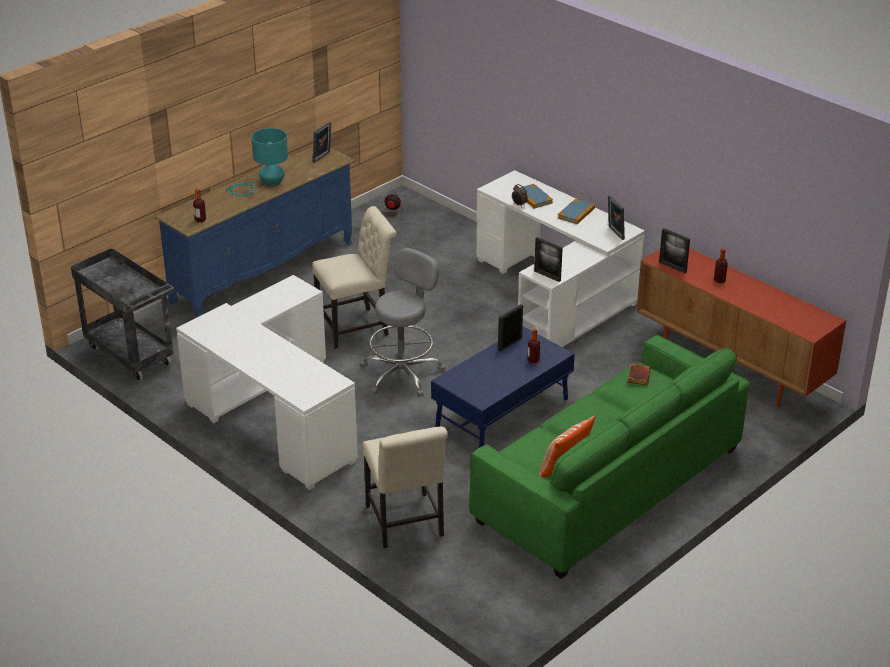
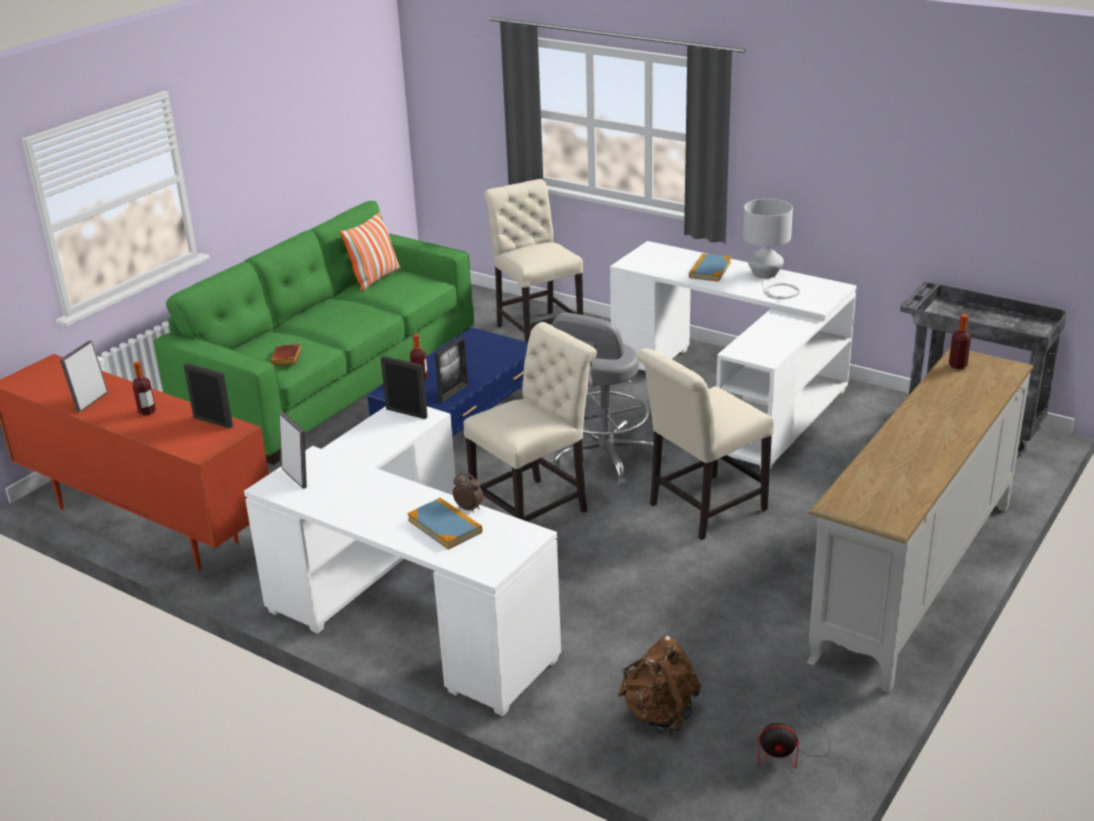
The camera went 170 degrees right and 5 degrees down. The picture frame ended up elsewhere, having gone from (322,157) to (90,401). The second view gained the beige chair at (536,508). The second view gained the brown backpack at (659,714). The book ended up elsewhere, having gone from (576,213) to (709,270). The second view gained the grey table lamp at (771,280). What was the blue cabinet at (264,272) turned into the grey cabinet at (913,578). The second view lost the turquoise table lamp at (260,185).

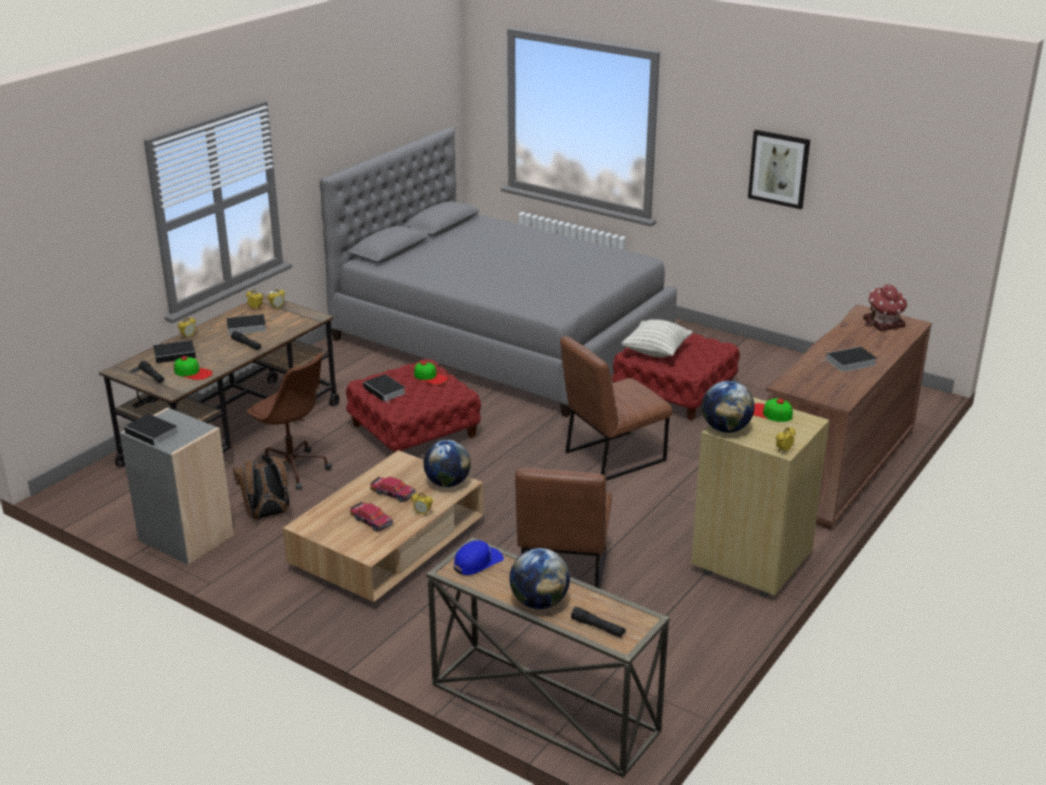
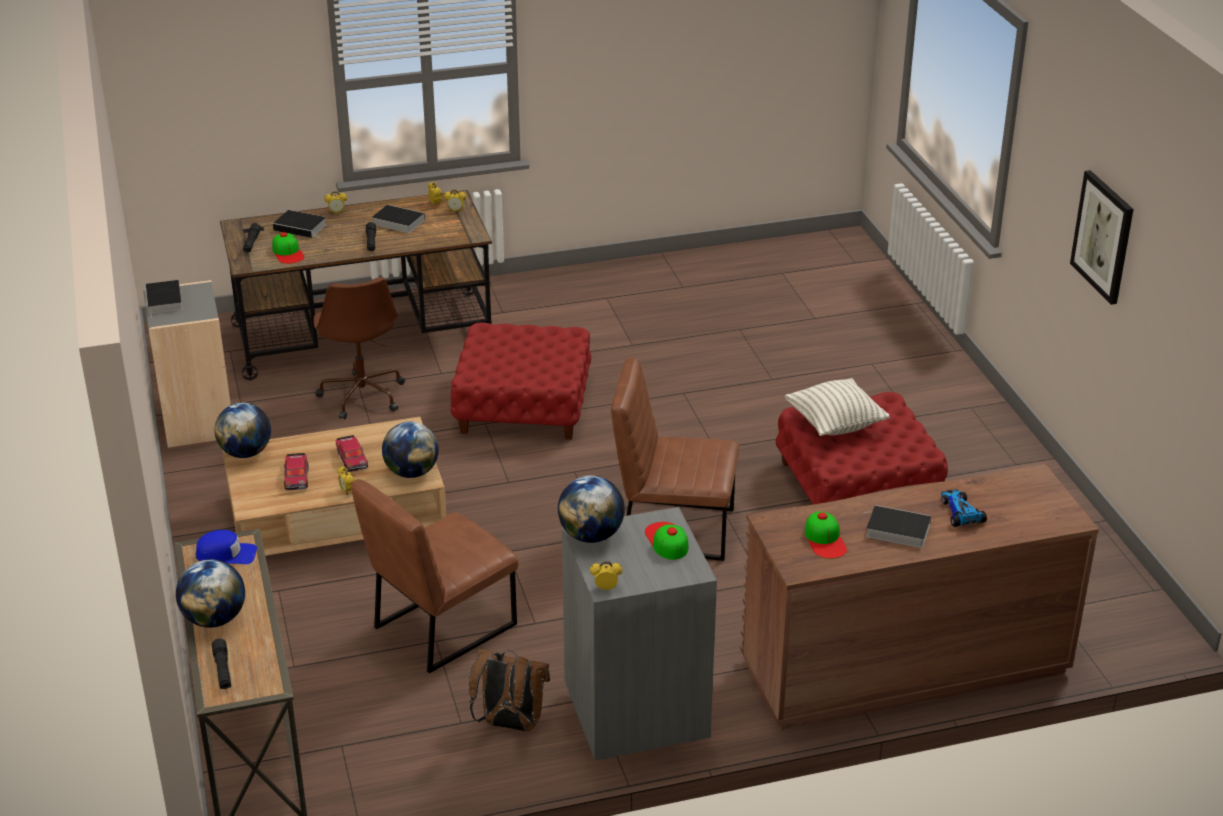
The camera went 40 degrees right and 5 degrees up. The second view gained the globe at (246,452). The brown backpack ended up elsewhere, having gone from (267,514) to (509,724). What was the brown dresser at (750,564) turned into the grey dresser at (635,717). The cap ended up elsewhere, having gone from (430,377) to (825,540). The second view gained the toy car at (960,512). The second view lost the grey bed at (501,338). The second view lost the book at (385,391). The second view lost the toy house at (884,323).

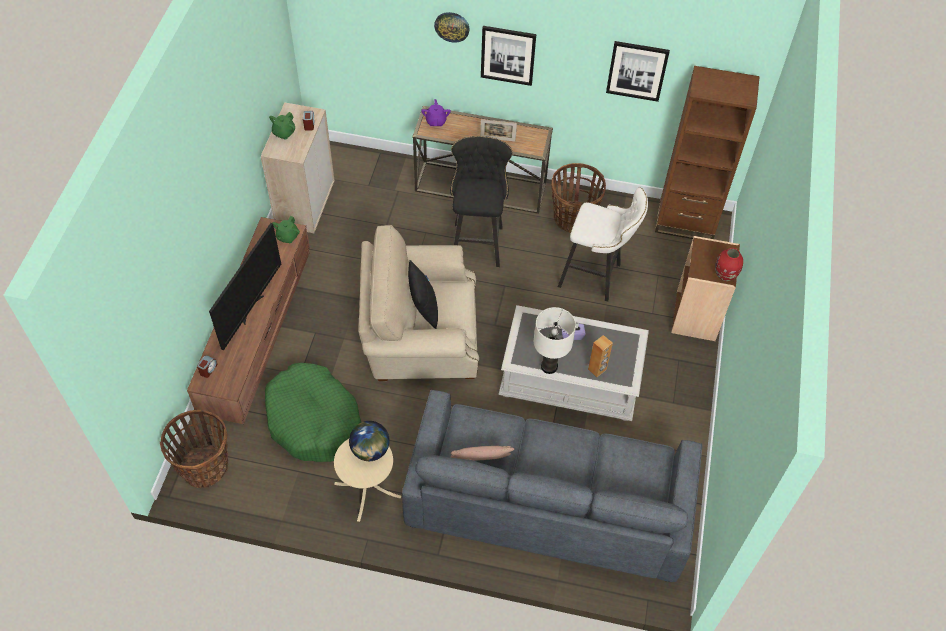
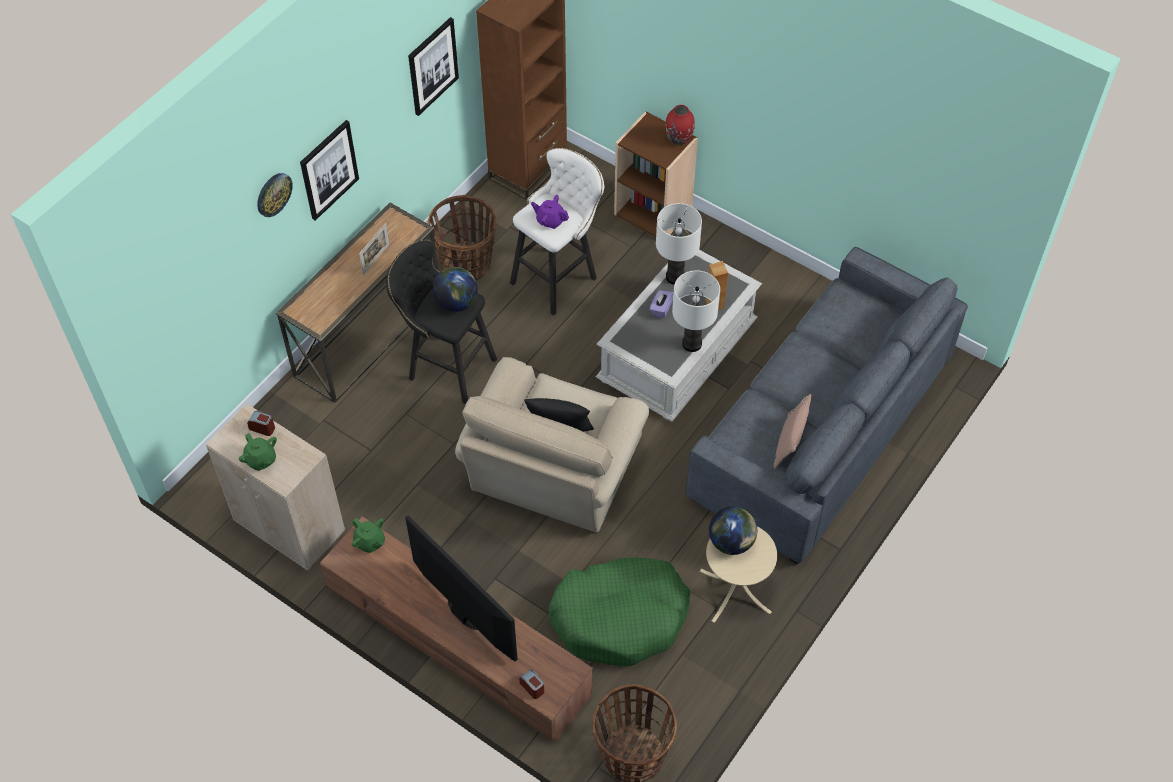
The camera went 65 degrees left and 0 degrees up. The second view gained the globe at (456,302). The purple teapot ended up elsewhere, having gone from (436,121) to (550,220). The second view gained the white table lamp at (675,277).

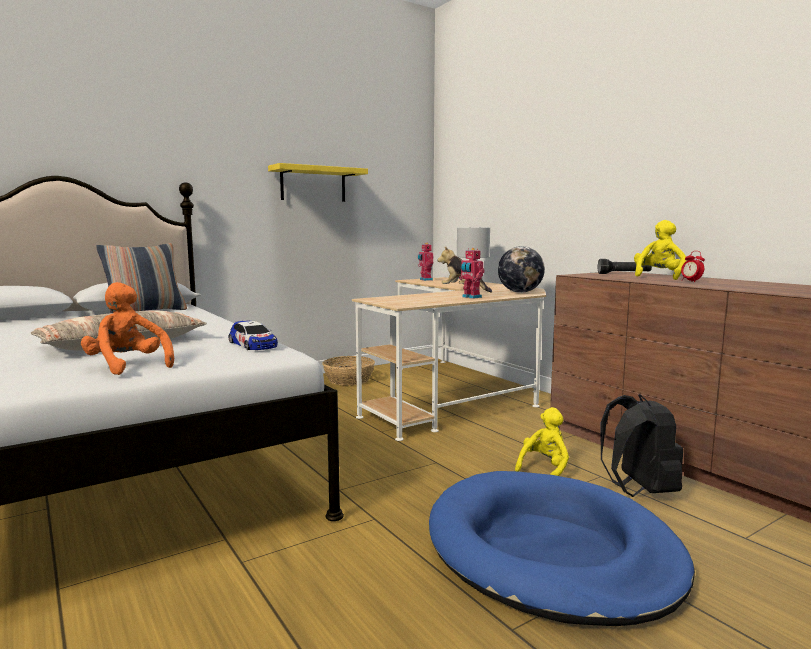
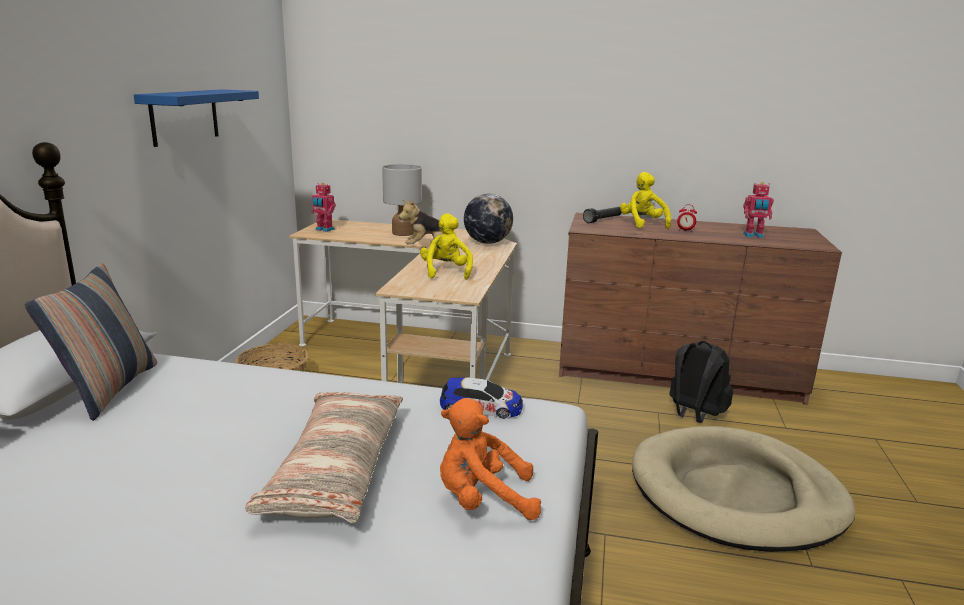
The camera went 45 degrees left and 10 degrees up. What was the yellow shelf at (313,184) turned into the blue shelf at (184,116). The yellow plush toy ended up elsewhere, having gone from (544,469) to (446,272). What was the blue dog bed at (551,551) turned into the beige dog bed at (736,494). The toy robot ended up elsewhere, having gone from (471,297) to (753,236).

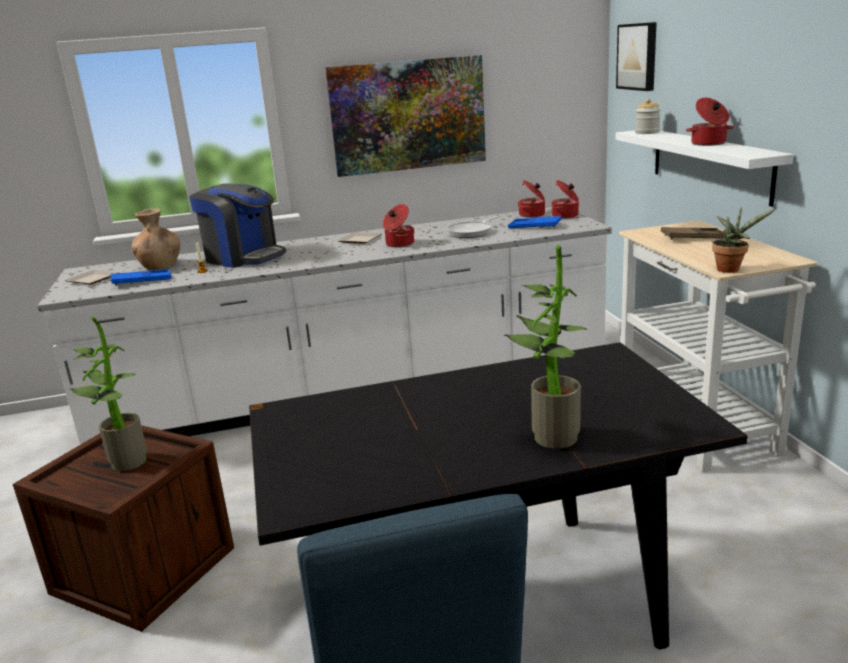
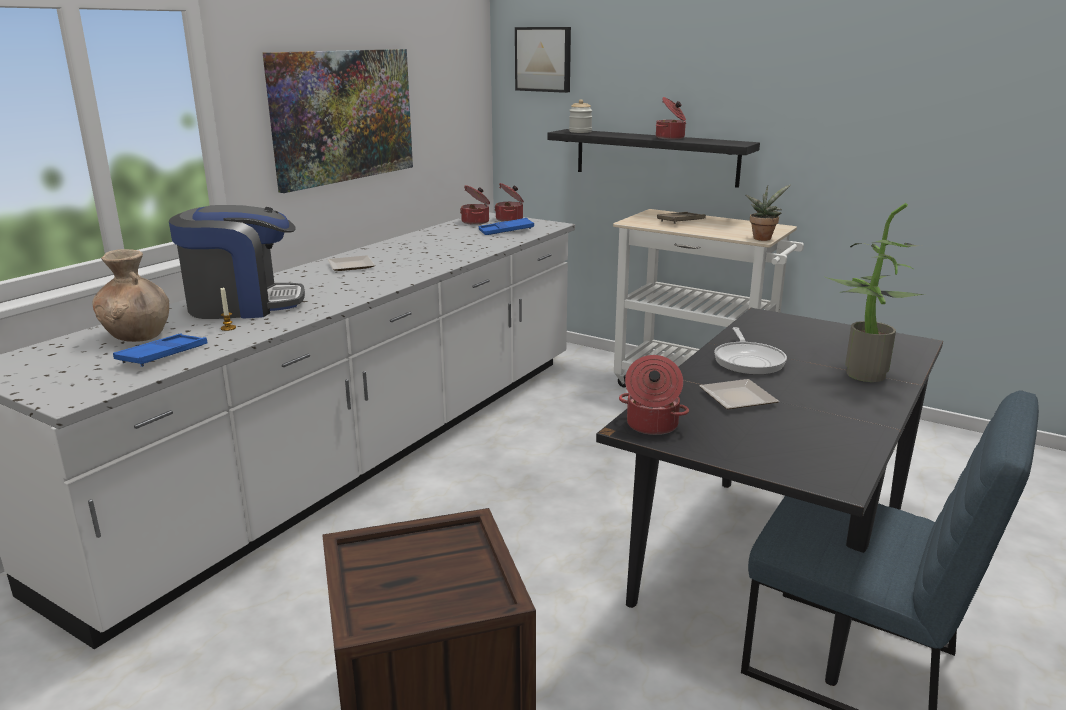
The camera went 45 degrees left and 0 degrees up. What was the white shelf at (709,164) turned into the black shelf at (655,157). The cooking pot ended up elsewhere, having gone from (399,244) to (651,425). The plate ended up elsewhere, having gone from (93,280) to (740,399). The frying pan ended up elsewhere, having gone from (471,232) to (748,361). The second view lost the potted plant at (123,461).

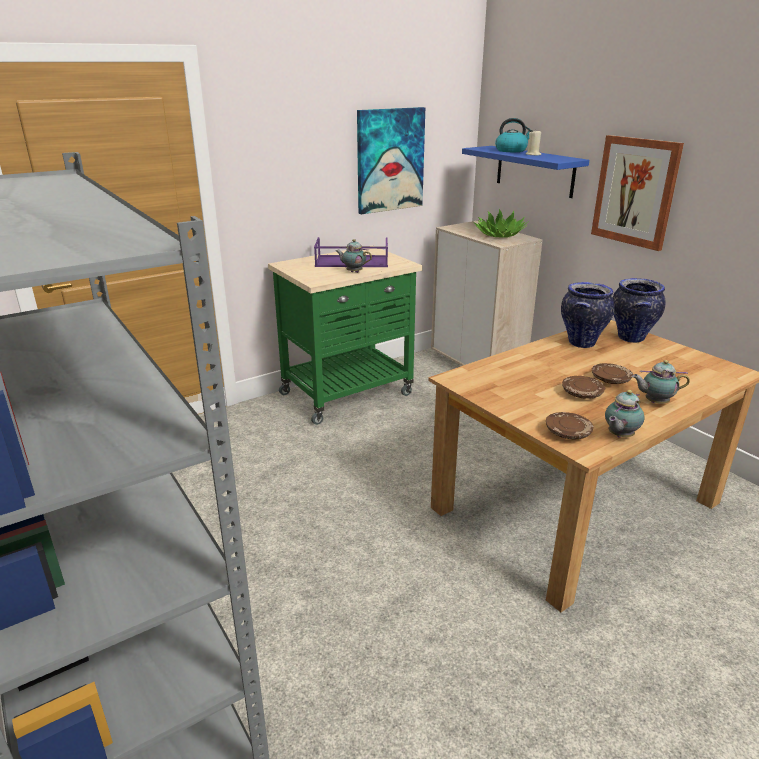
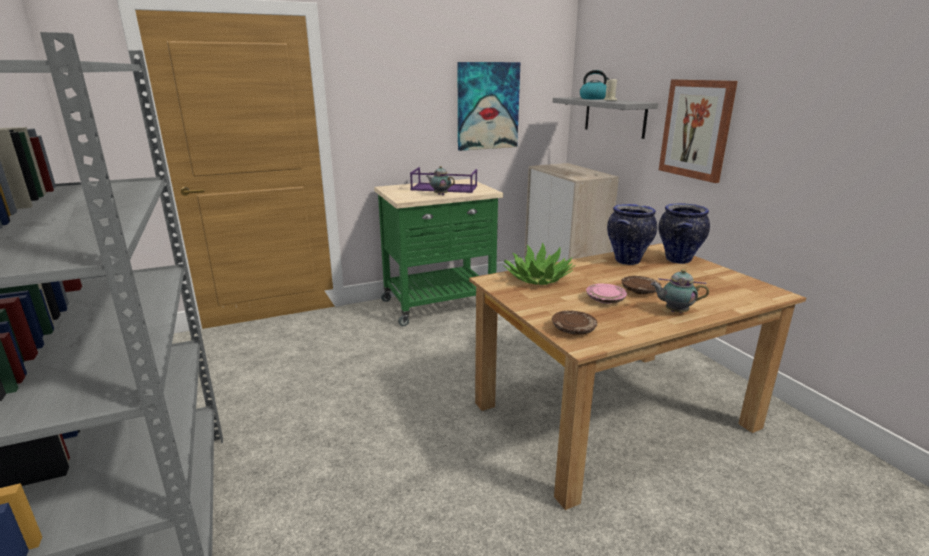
The camera went 10 degrees right and 5 degrees down. The potted plant ended up elsewhere, having gone from (499,235) to (537,278). What was the blue shelf at (534,171) turned into the grey shelf at (614,116). What was the brown plate at (582,393) turned into the pink plate at (605,299). The second view lost the teapot at (619,436).

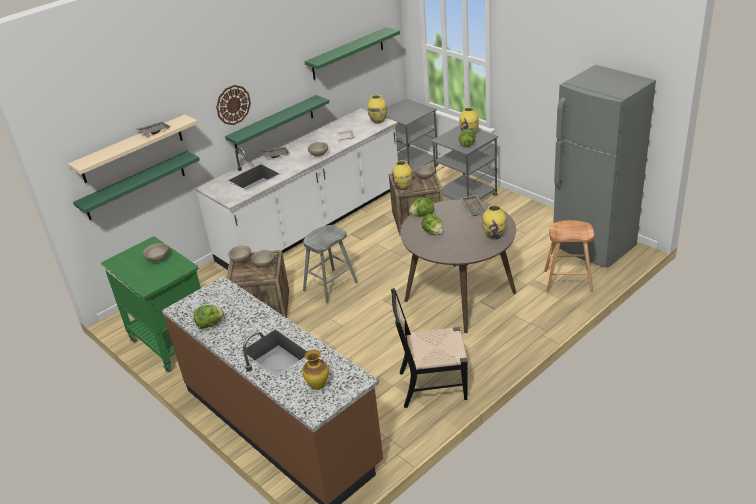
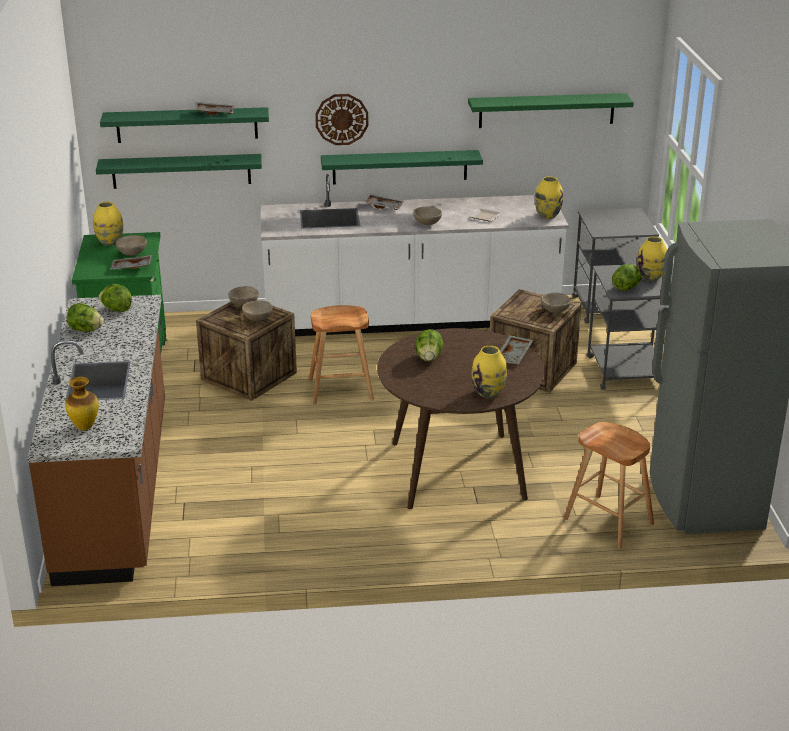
The camera went 35 degrees right and 5 degrees down. The yellow vase ended up elsewhere, having gone from (403,187) to (110,242). The lettuce ended up elsewhere, having gone from (422,215) to (116,309). What was the beige shelf at (132,149) turned into the green shelf at (187,125). The second view gained the grey tray at (131,268). What was the grey stool at (330,286) turned into the brown stool at (340,390). The second view lost the chair at (432,386).

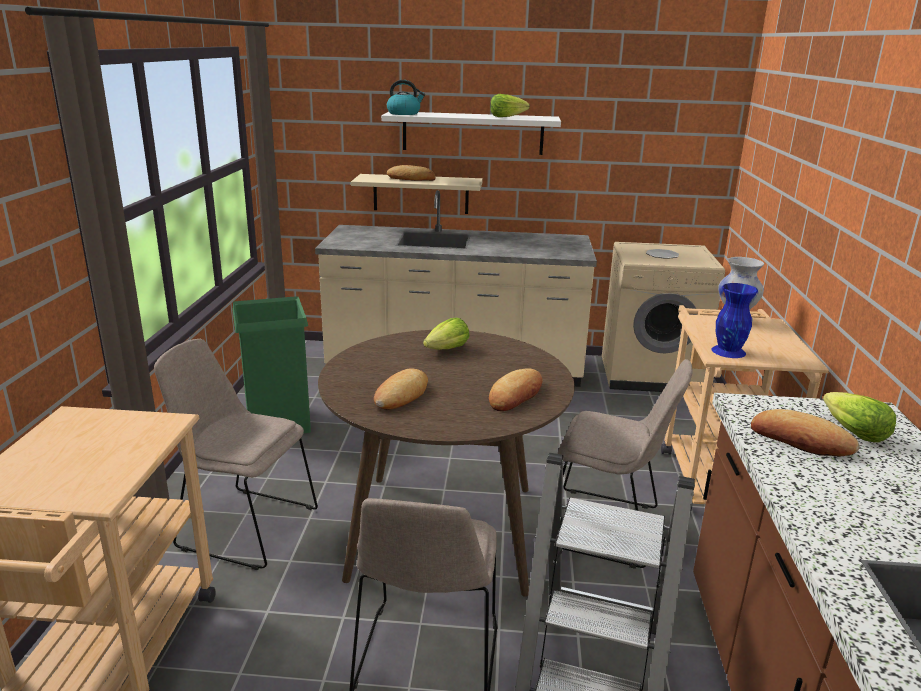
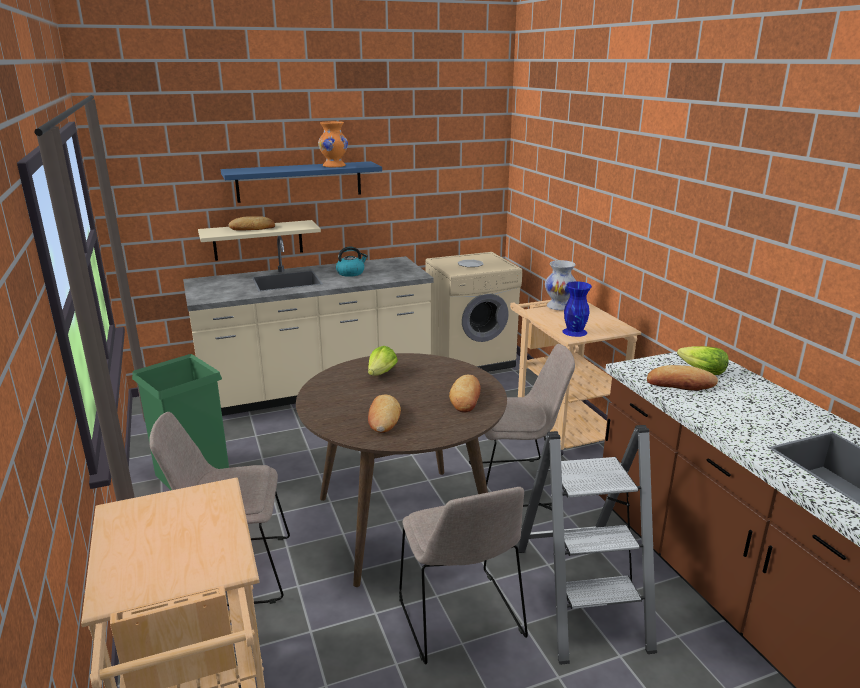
The camera went 25 degrees left and 0 degrees up. What was the white shelf at (472,133) turned into the blue shelf at (299,181). Where the lettuce stood at (507,117), the orange vase came to stand at (333,166). The kettle ended up elsewhere, having gone from (404,113) to (351,273).

